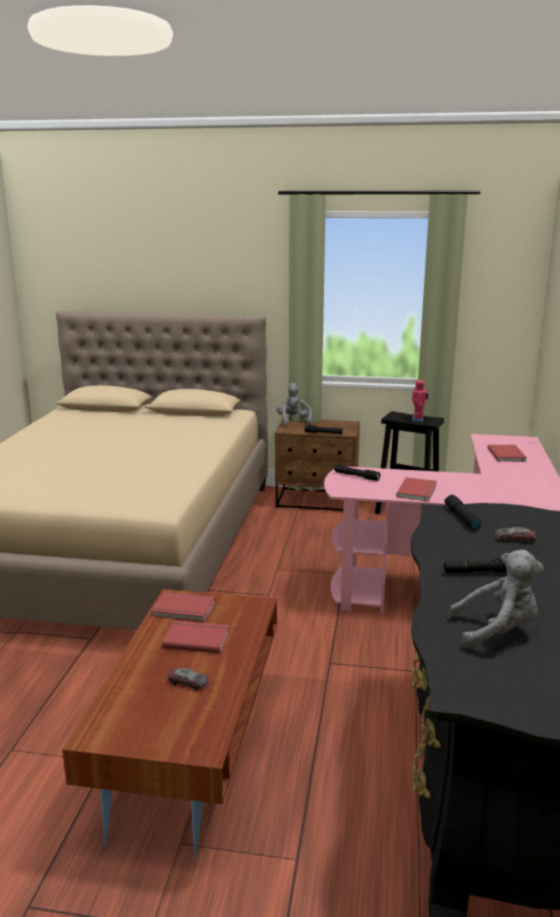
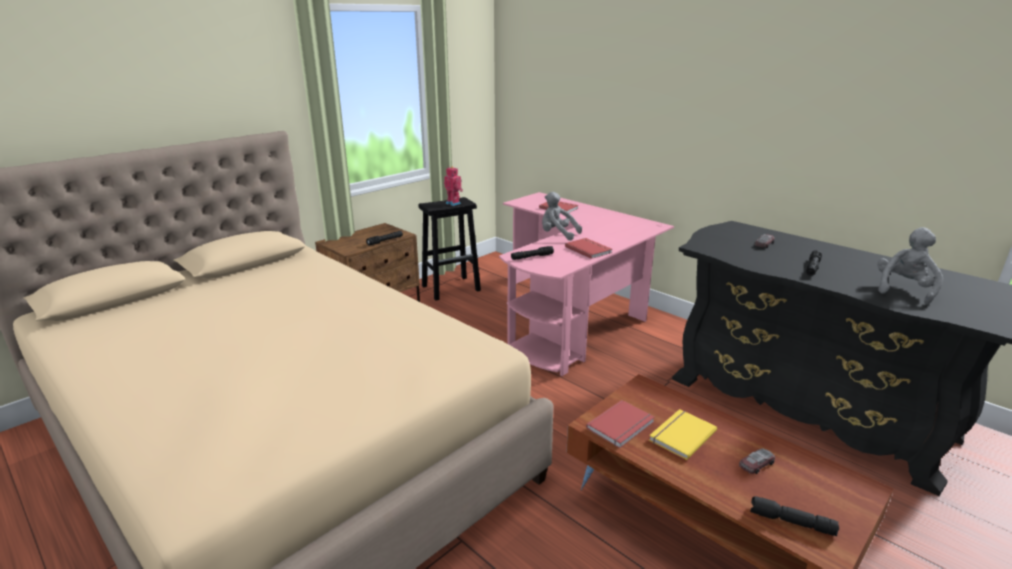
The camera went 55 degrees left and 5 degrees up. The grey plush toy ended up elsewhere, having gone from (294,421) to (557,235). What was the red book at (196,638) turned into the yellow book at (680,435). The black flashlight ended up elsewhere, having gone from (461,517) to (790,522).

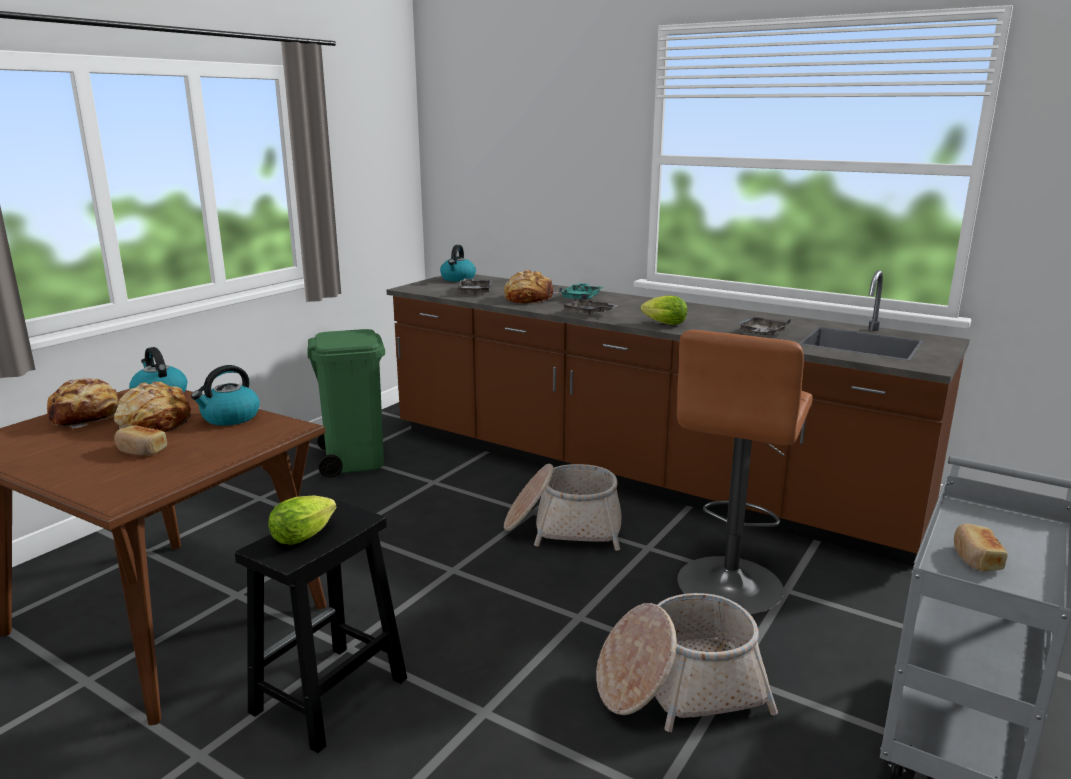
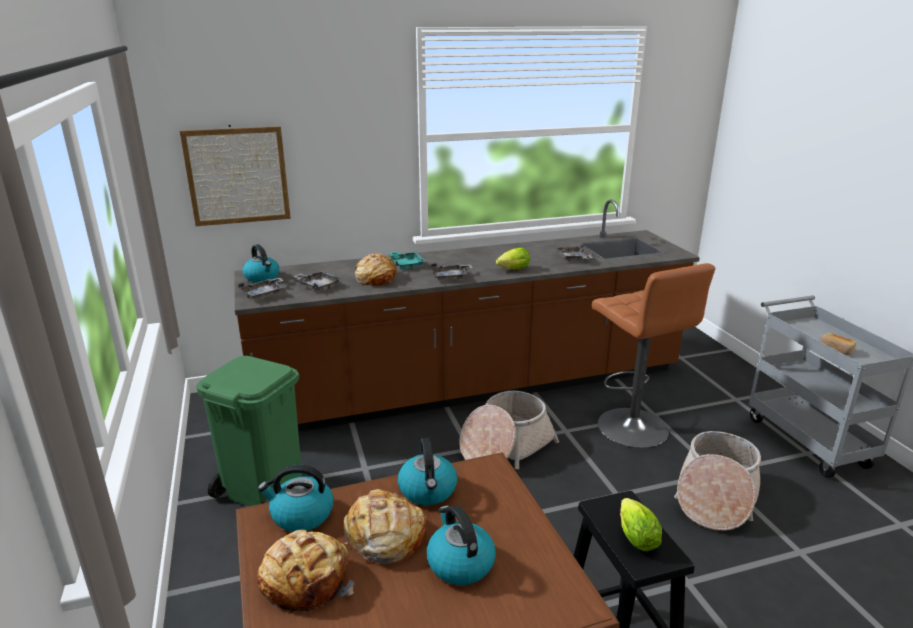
The camera went 50 degrees left and 5 degrees up. The second view gained the picture at (237,174). The second view gained the grey tray at (264,294). Where the bread stood at (141,450), the kettle came to stand at (459,563).

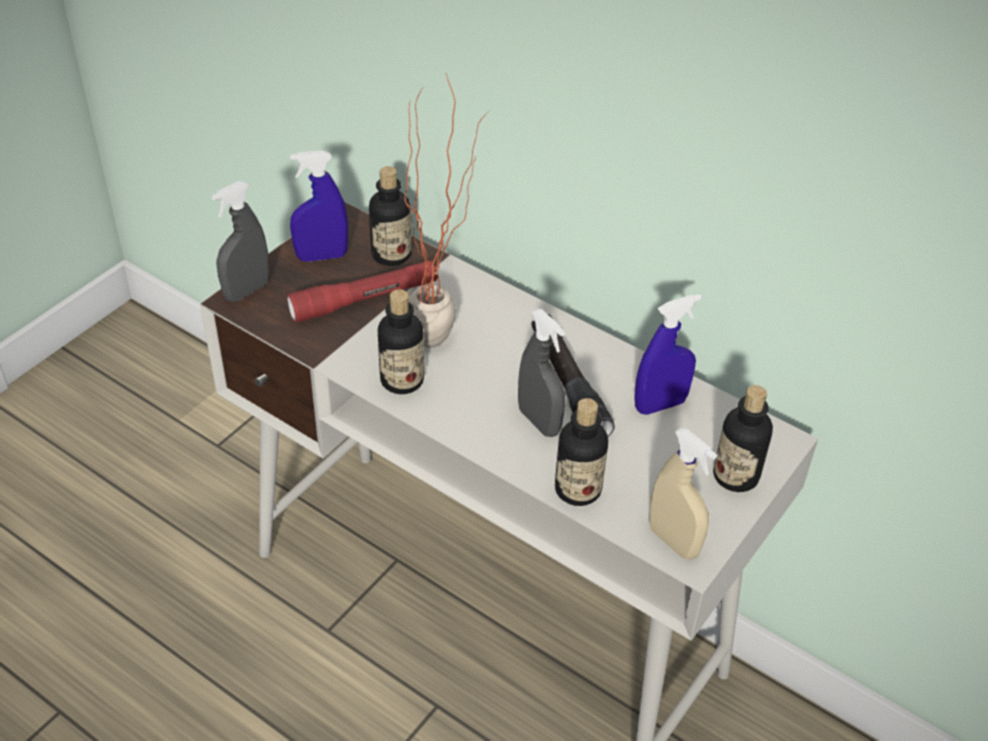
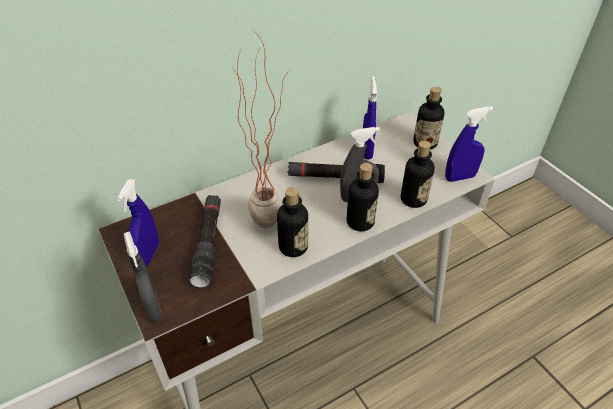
The camera went 65 degrees left and 0 degrees up. What was the red flashlight at (364,300) turned into the black flashlight at (208,244). The bottle ended up elsewhere, having gone from (391,255) to (360,222). What was the beige spray bottle at (673,541) turned into the blue spray bottle at (460,177).

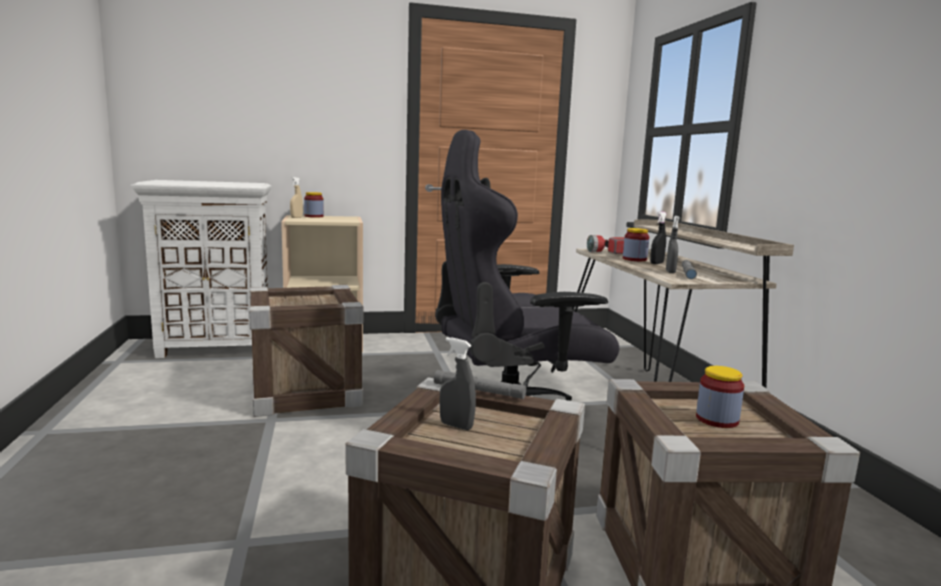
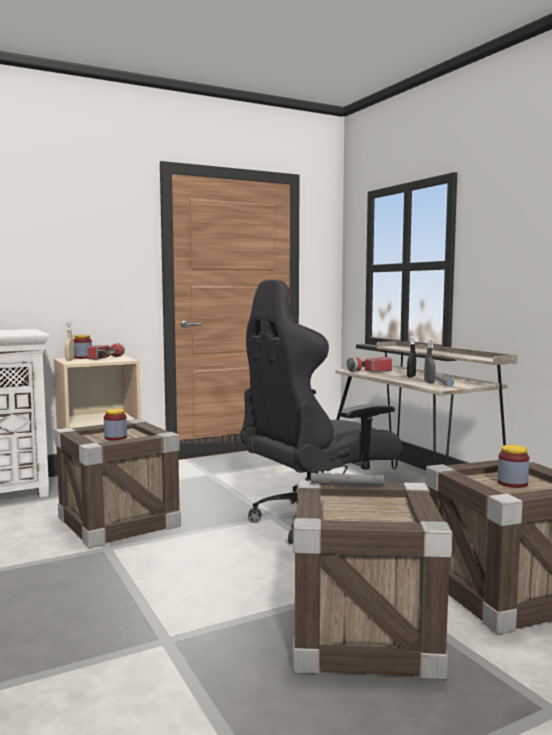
The camera went 15 degrees left and 5 degrees down. The second view gained the flashlight at (107,358). The jar ended up elsewhere, having gone from (634,259) to (115,437). The second view lost the grey spray bottle at (456,426).

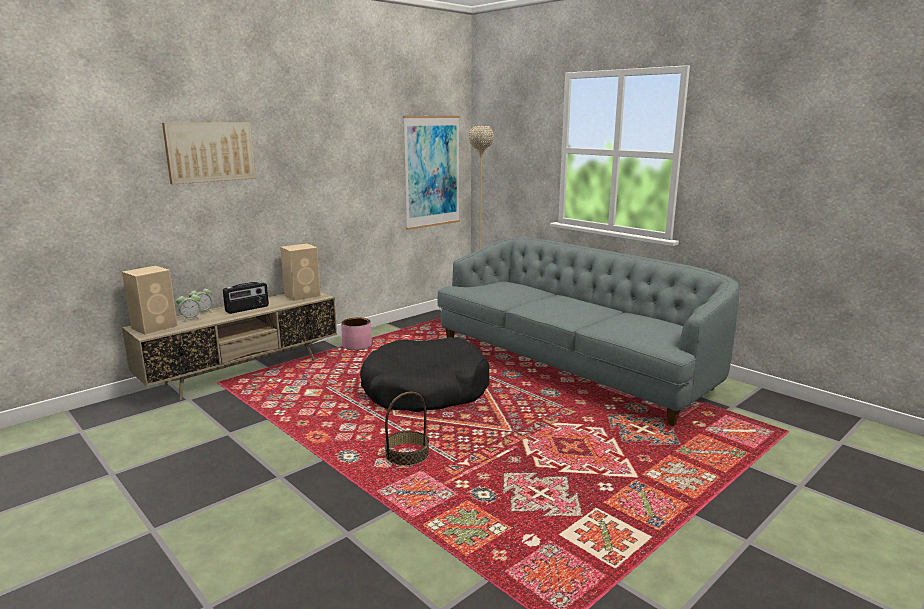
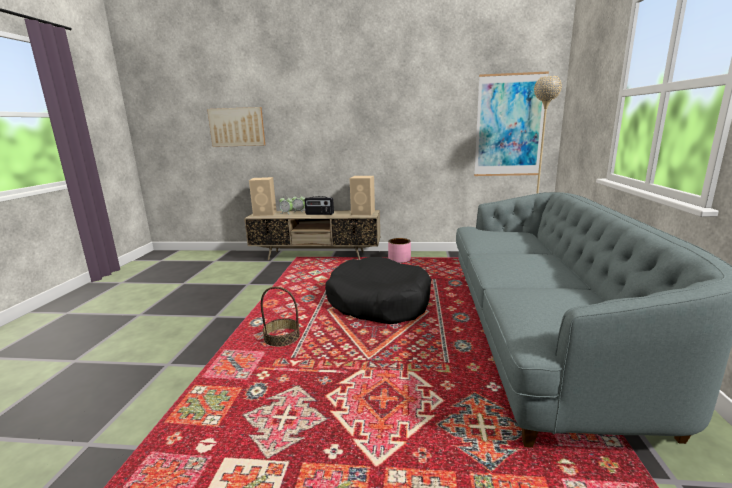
The camera went 50 degrees right and 0 degrees up. The picture ended up elsewhere, having gone from (210,152) to (237,127).

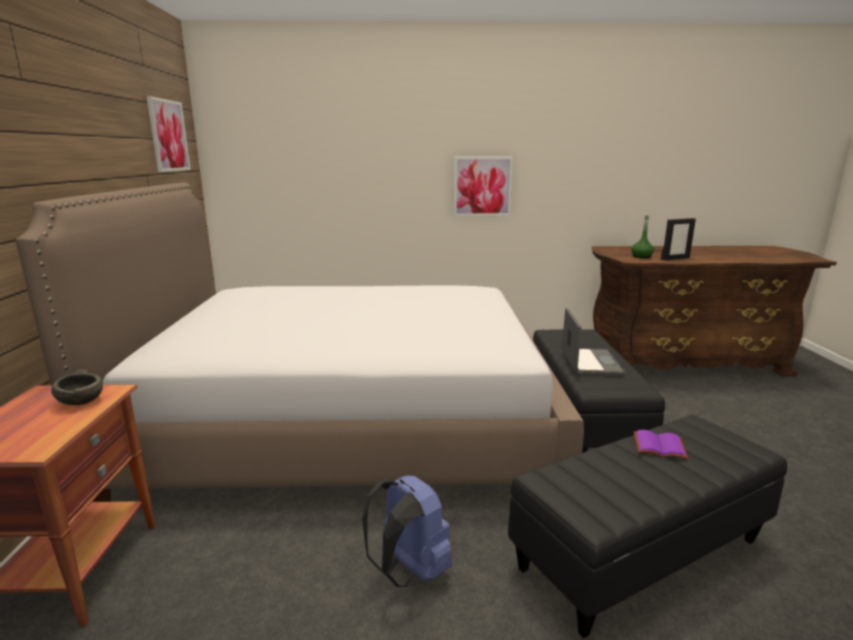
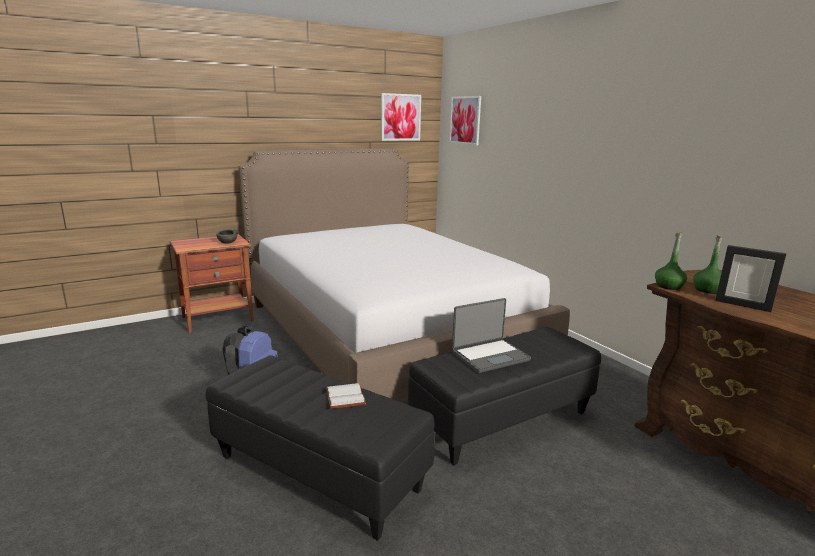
The camera went 60 degrees right and 0 degrees up. What was the purple book at (658,447) turned into the white book at (344,397). The picture ended up elsewhere, having gone from (482,186) to (465,120). The second view gained the green bottle at (668,286).

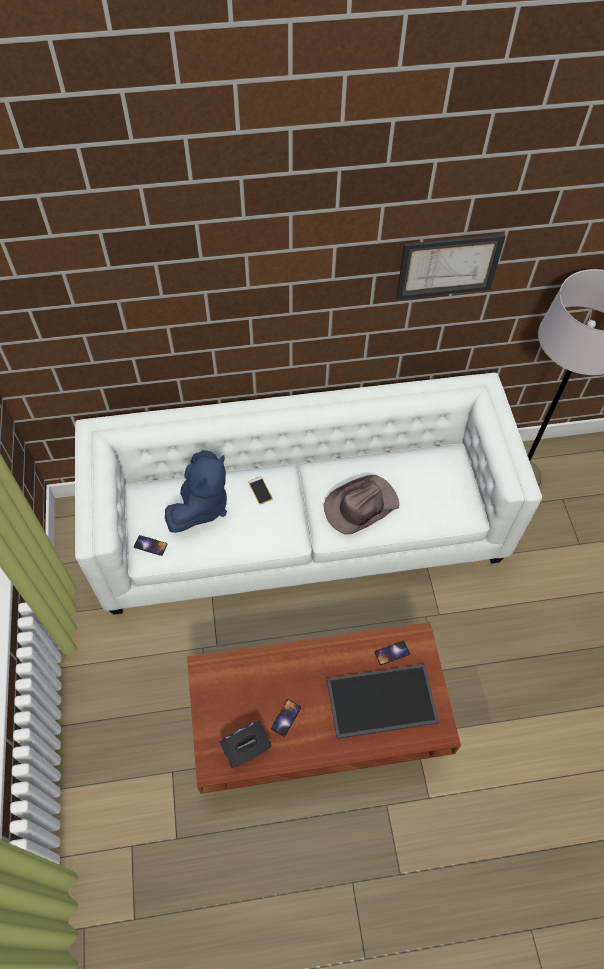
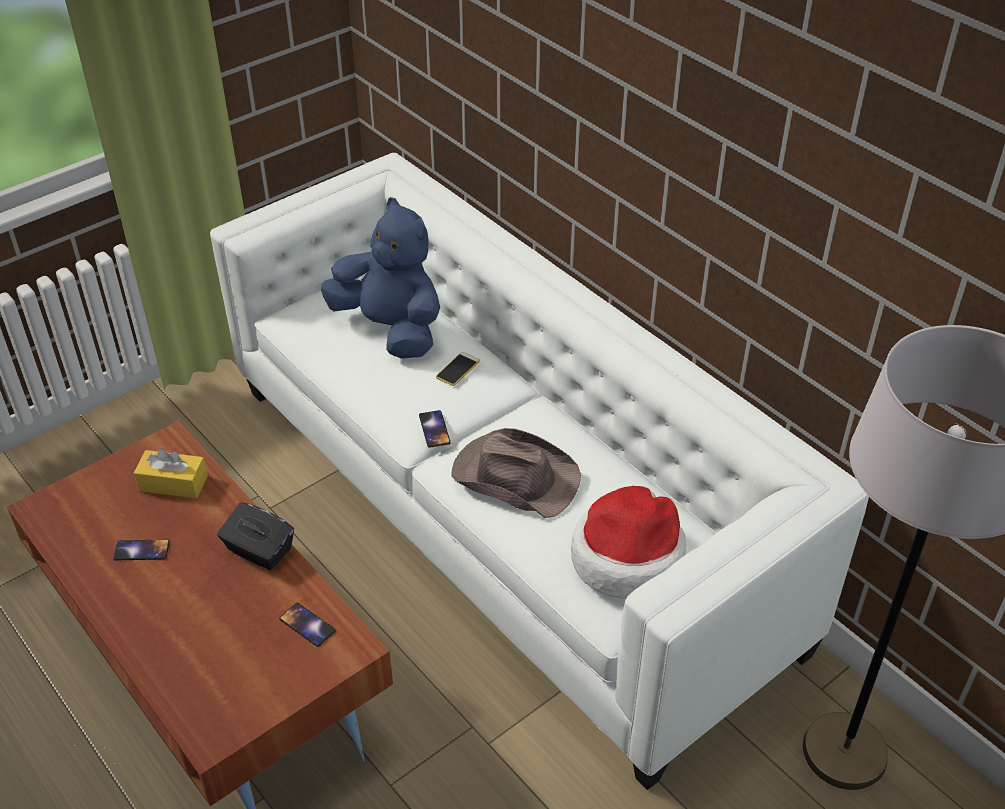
The camera went 60 degrees right and 15 degrees down. The second view gained the yellow tissue box at (173,483). The black tissue box ended up elsewhere, having gone from (246,748) to (259,551). The blue plush toy at (201,506) ended up facing another way, 135 degrees counterclockwise from before. The phone ended up elsewhere, having gone from (150,545) to (434,429). The second view gained the hat at (627,557). The second view lost the tray at (381,703). The second view lost the picture at (448,266).

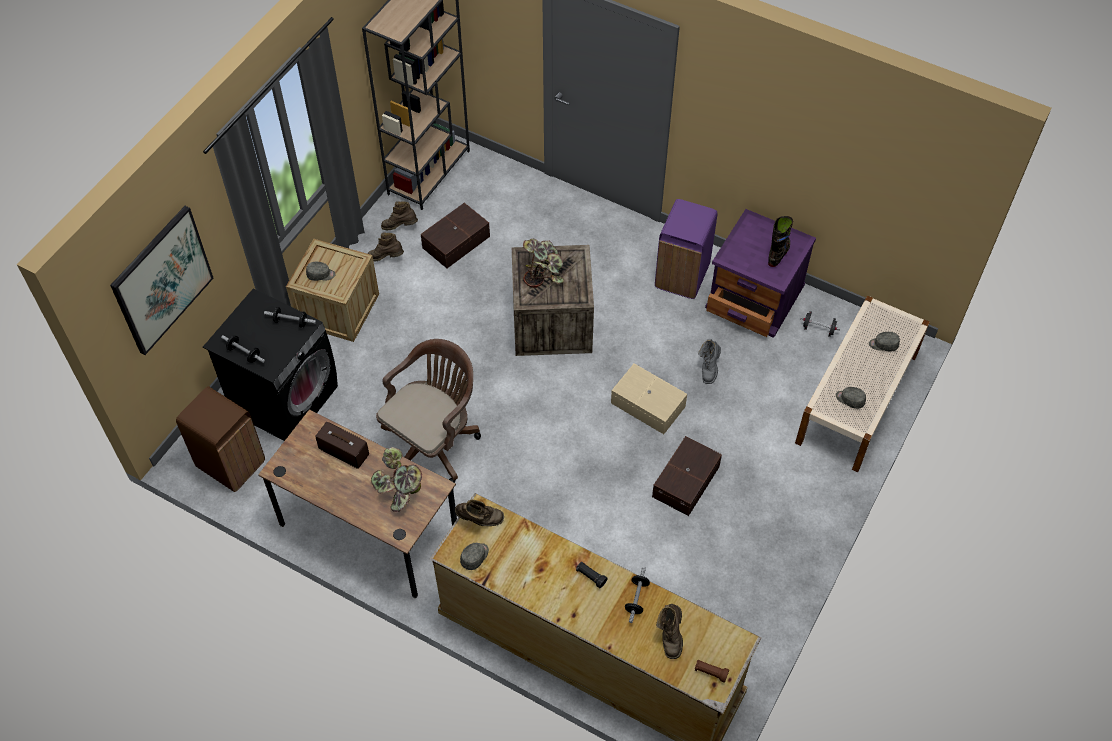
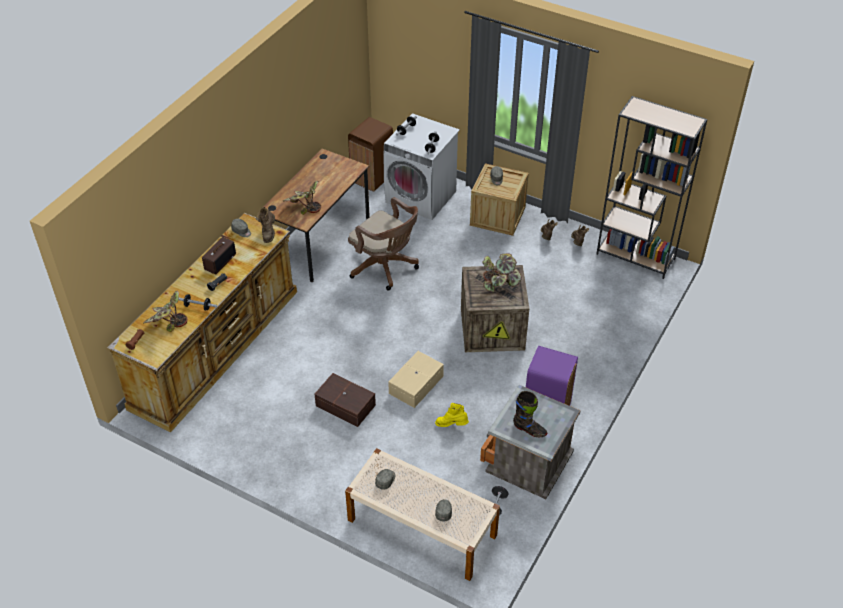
The camera went 90 degrees right and 10 degrees down. Where the brown boot stood at (670,636), the potted plant came to stand at (167,322). The radio ended up elsewhere, having gone from (343,452) to (220,261). What was the black washing machine at (284,398) turned into the white washing machine at (422,196). What was the grey boot at (709,368) turned into the yellow boot at (452,425). What was the purple nightstand at (754,300) turned into the grey nightstand at (525,460). The second view lost the picture at (162,280). The second view lost the brown storage box at (455,242).

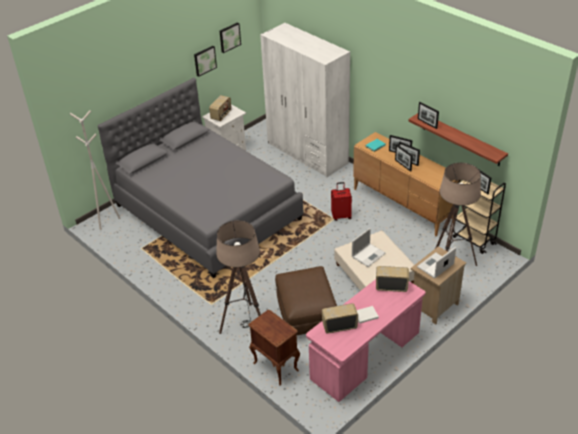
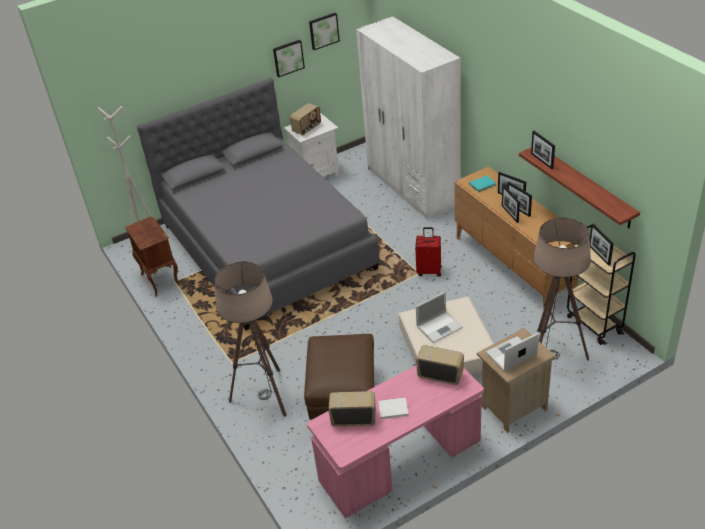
The camera went 15 degrees right and 0 degrees up. The brown nightstand ended up elsewhere, having gone from (275,367) to (160,280).

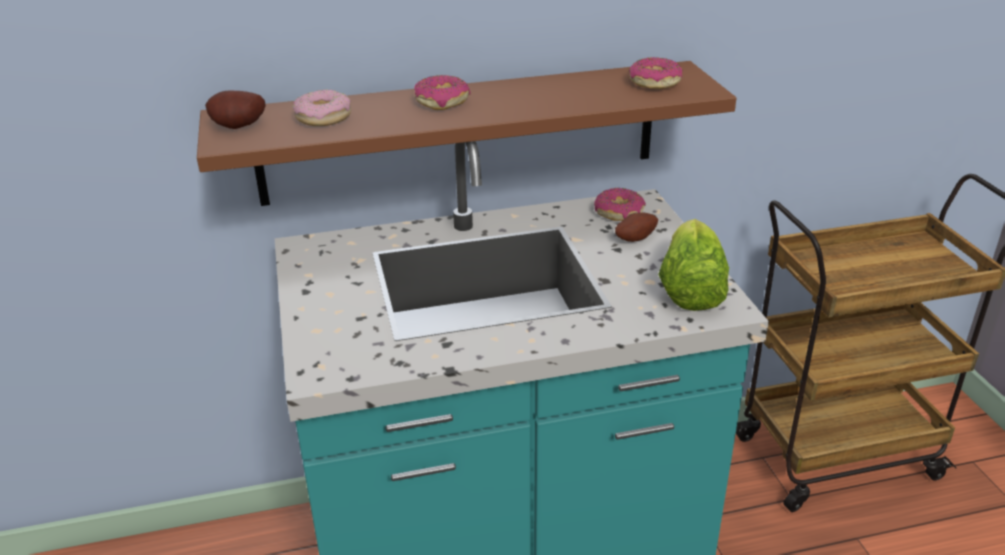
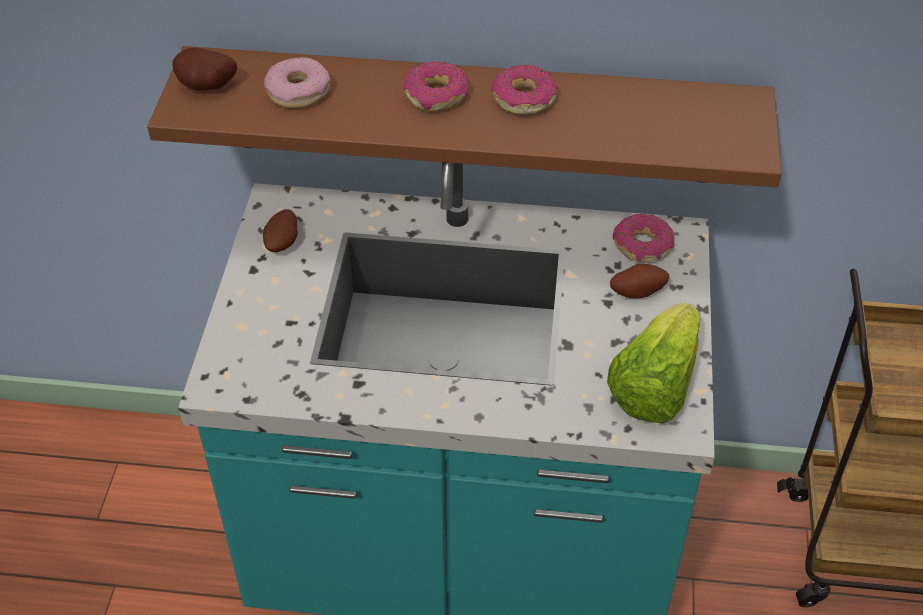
The camera went 20 degrees right and 15 degrees up. The second view gained the potato at (283,243). The donut ended up elsewhere, having gone from (654,83) to (524,99).

